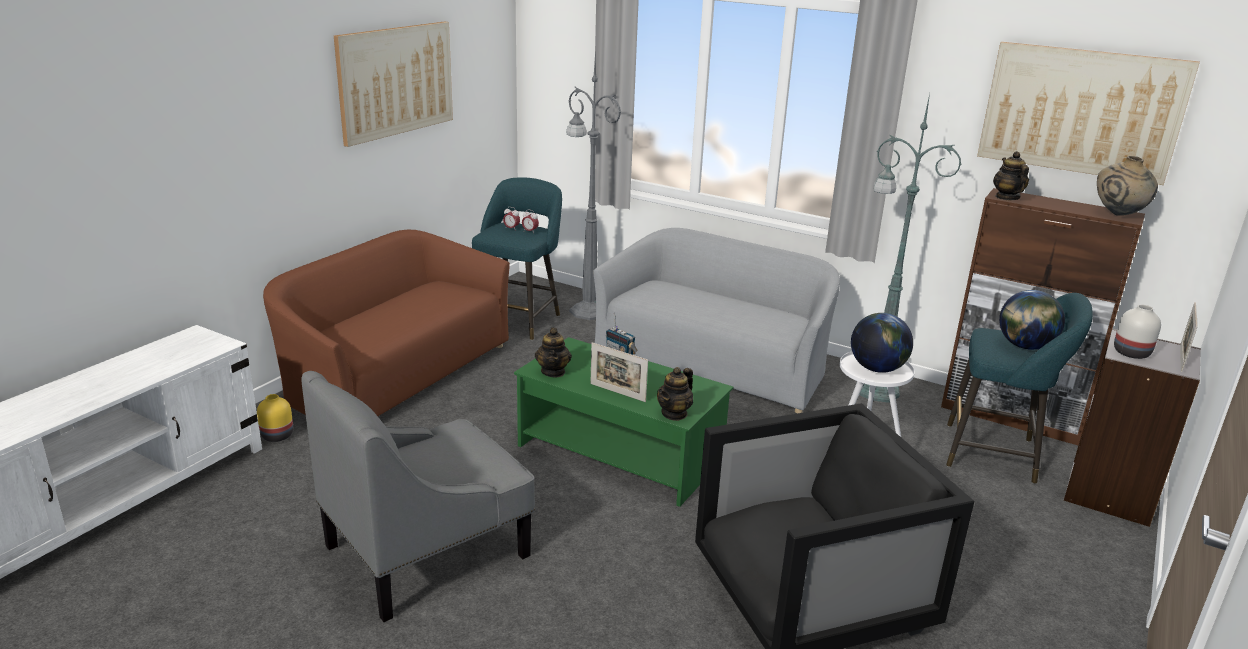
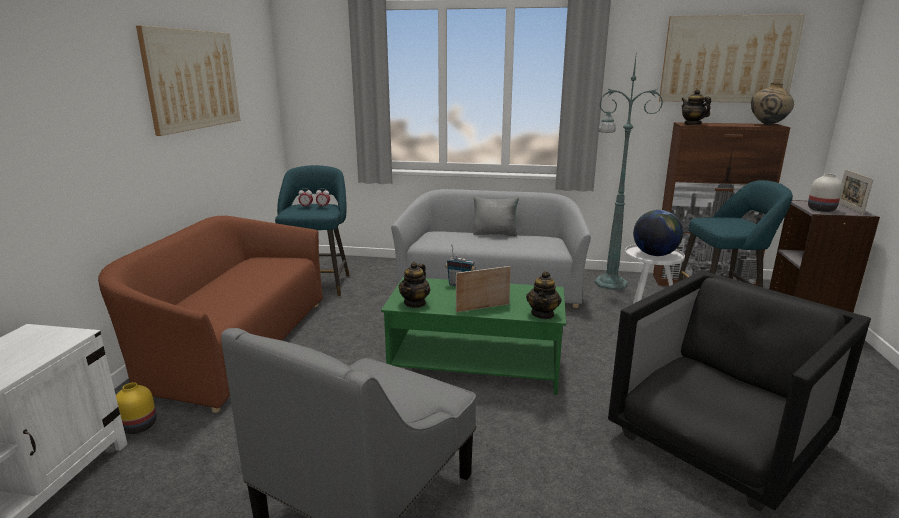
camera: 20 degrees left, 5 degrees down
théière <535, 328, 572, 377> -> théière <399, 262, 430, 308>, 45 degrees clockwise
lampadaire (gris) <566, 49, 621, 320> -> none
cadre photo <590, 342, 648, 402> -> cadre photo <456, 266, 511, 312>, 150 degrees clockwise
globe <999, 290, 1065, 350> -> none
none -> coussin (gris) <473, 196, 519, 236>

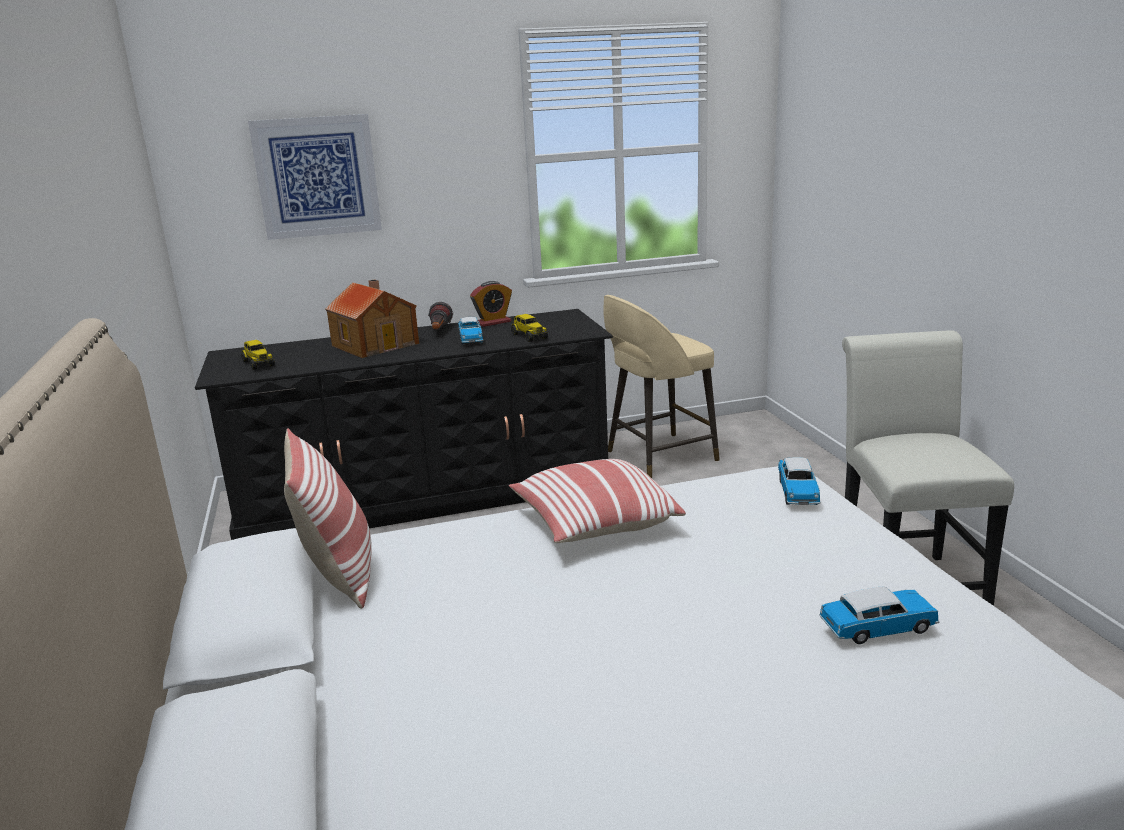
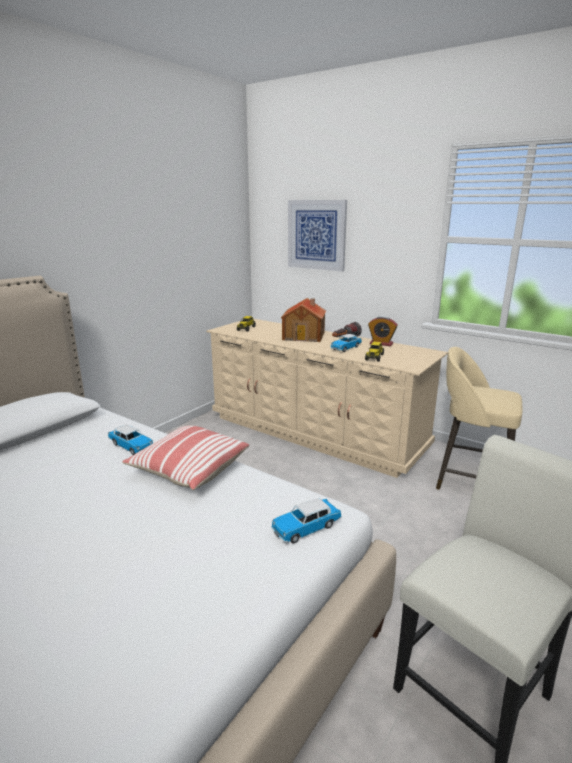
camera: 50 degrees right, 0 degrees up
commode (noir) <195, 309, 613, 540> -> commode (beige) <206, 319, 448, 478>
coussin <284, 428, 372, 609> -> none
petite voiture <819, 586, 939, 644> -> petite voiture <108, 425, 153, 455>, shifted

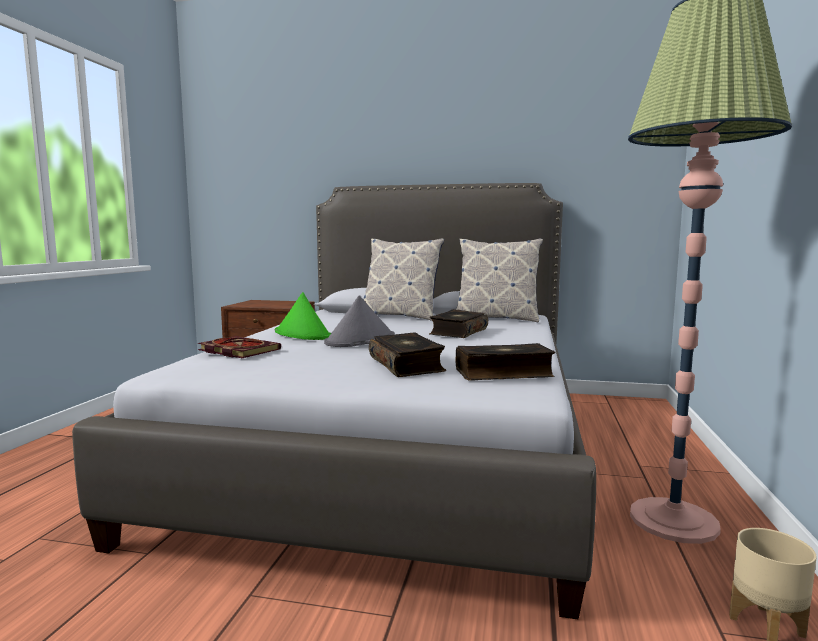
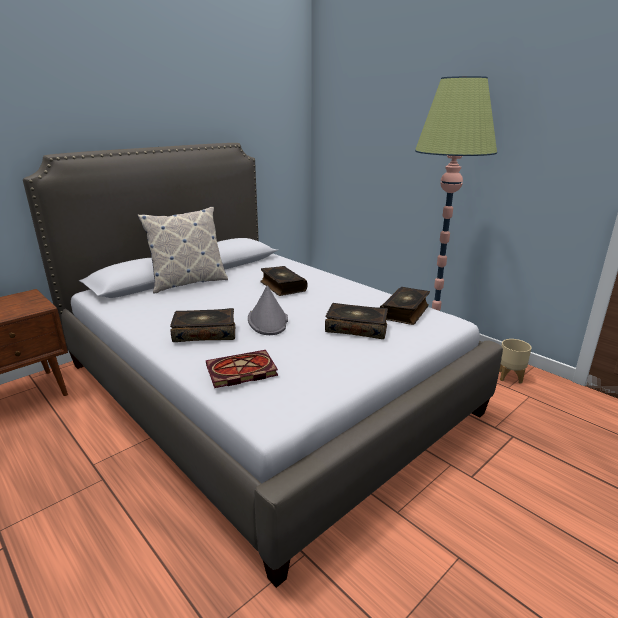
camera: 55 degrees left, 15 degrees up
chapeau (vert) <275, 292, 331, 340> -> livre <170, 308, 235, 342>
coussin <456, 239, 543, 323> -> none

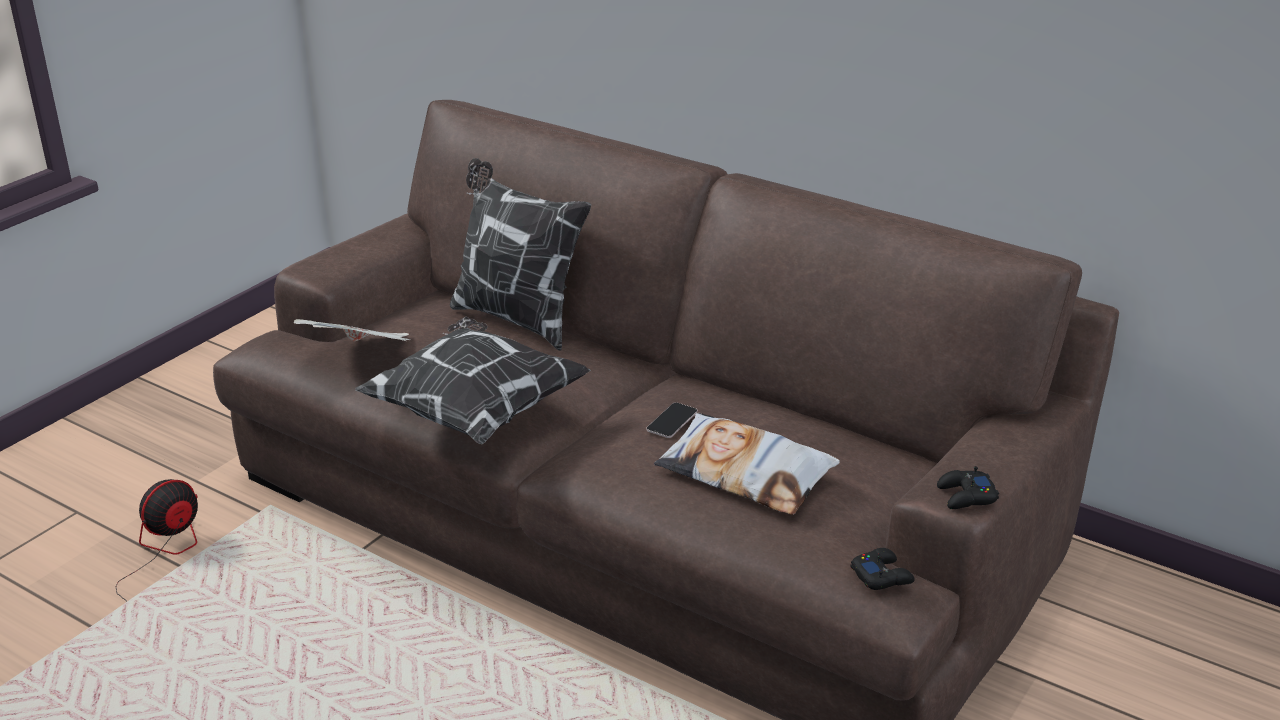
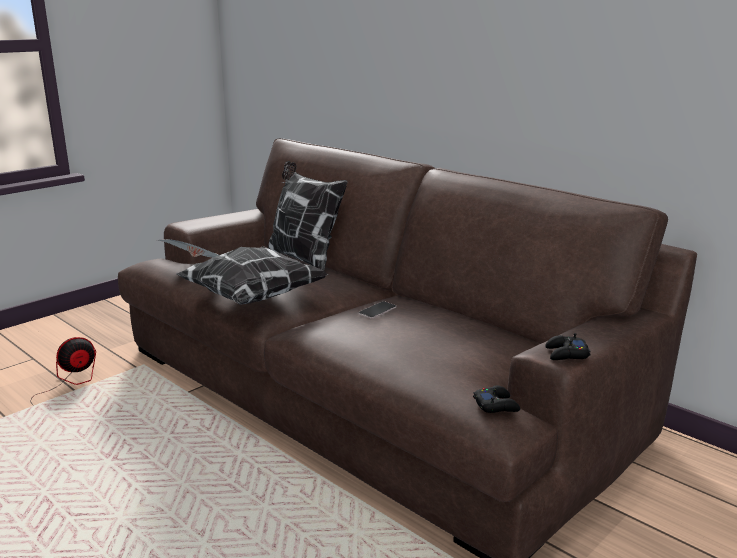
camera: 10 degrees right, 10 degrees down
coussin <654, 413, 840, 515> -> none

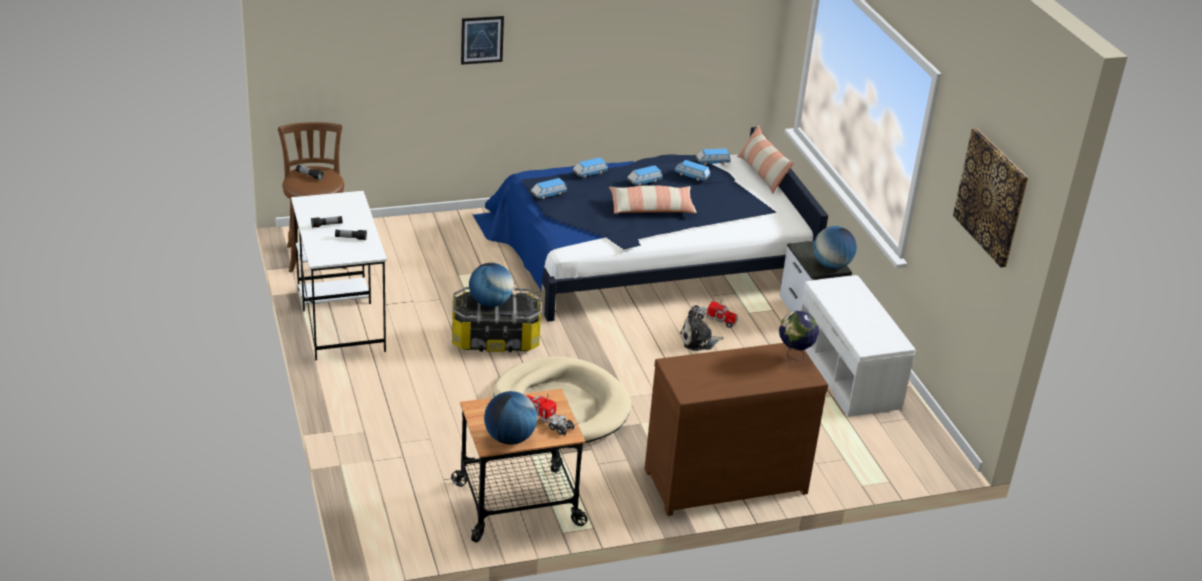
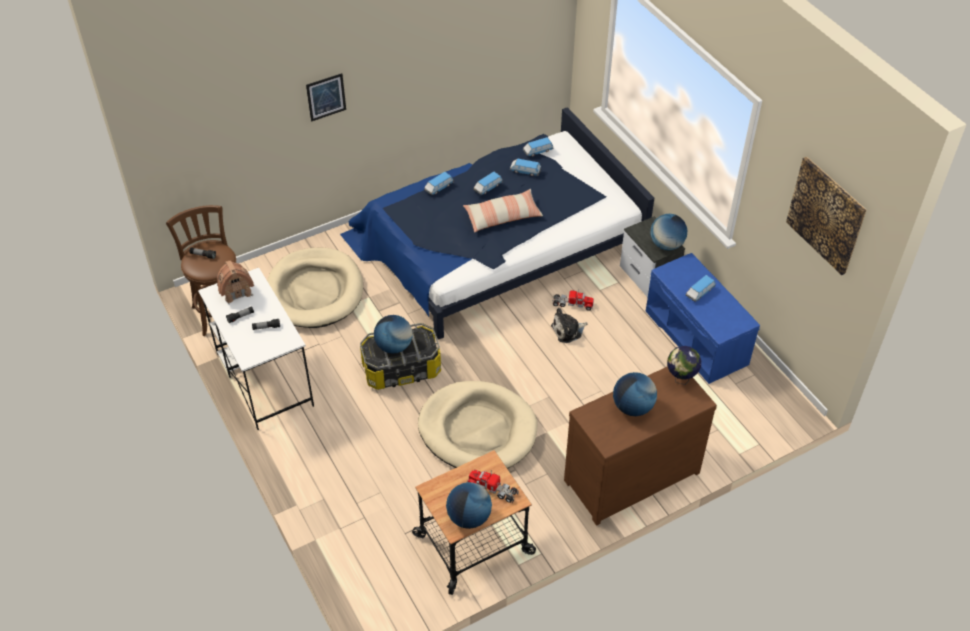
camera: 10 degrees left, 15 degrees up
petite voiture <531, 178, 567, 200> -> petite voiture <686, 275, 716, 302>, shifted
coussin <737, 125, 794, 194> -> none
banc (blanc) <800, 275, 916, 417> -> banc (bleu) <646, 253, 760, 384>
none -> maison miniature <217, 261, 254, 304>
none -> panier pour chien (beige) <267, 248, 363, 328>
none -> globe <613, 372, 657, 416>

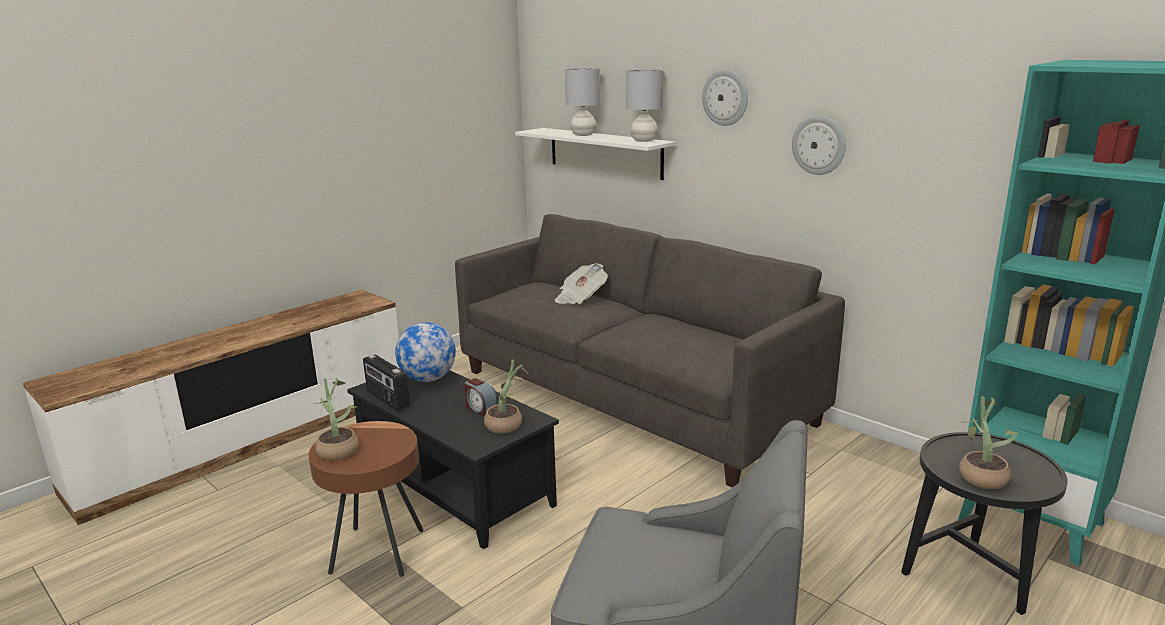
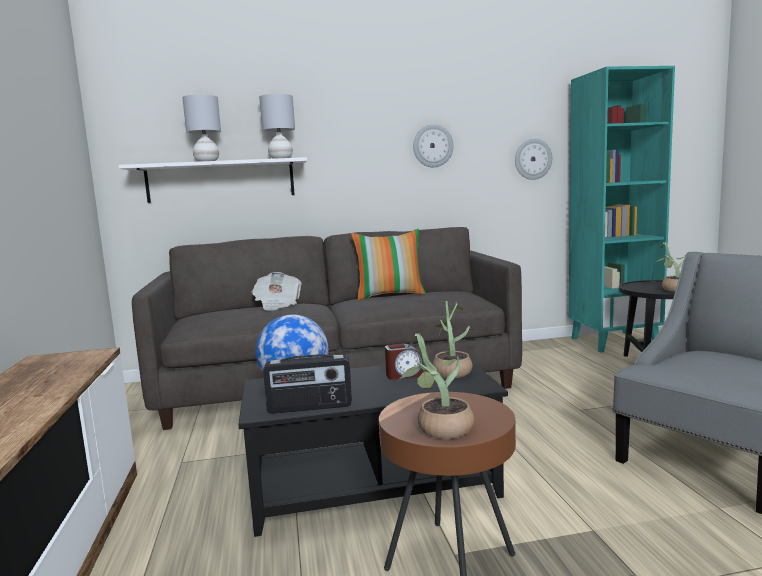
camera: 55 degrees left, 10 degrees down
horloge murale <702, 70, 748, 126> -> horloge murale <515, 139, 552, 180>, shifted
none -> coussin <351, 229, 426, 300>

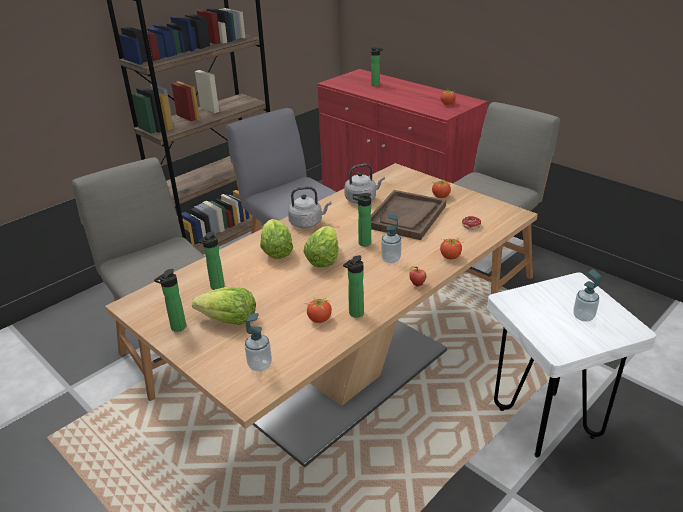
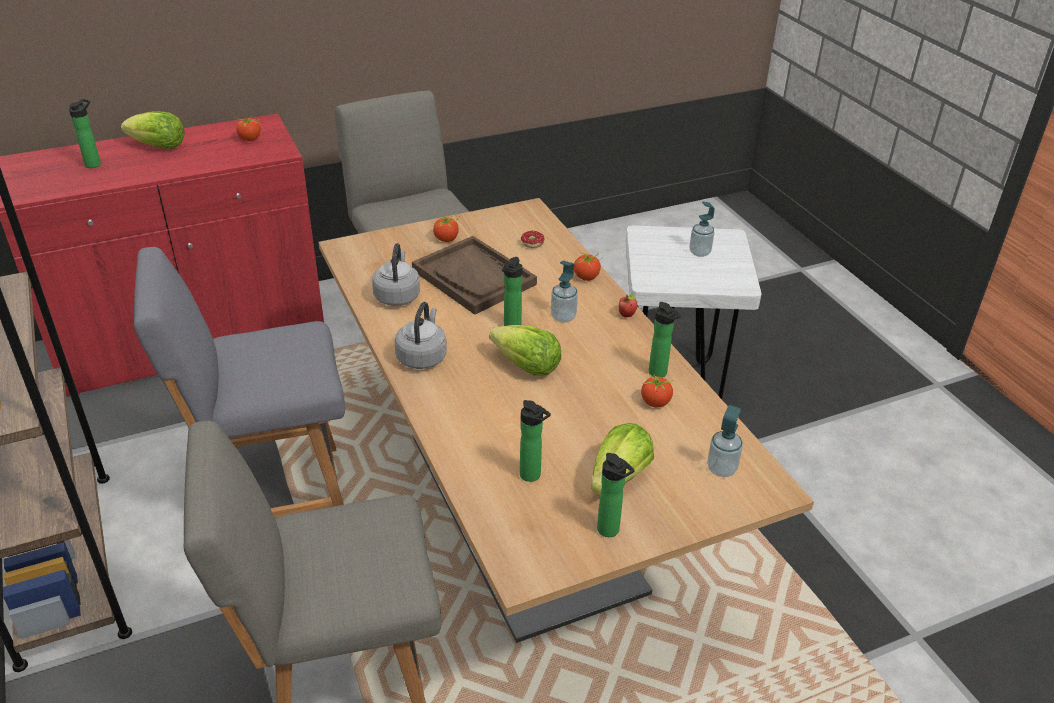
camera: 70 degrees left, 5 degrees up
laitue <260, 219, 293, 259> -> laitue <121, 111, 185, 149>, shifted

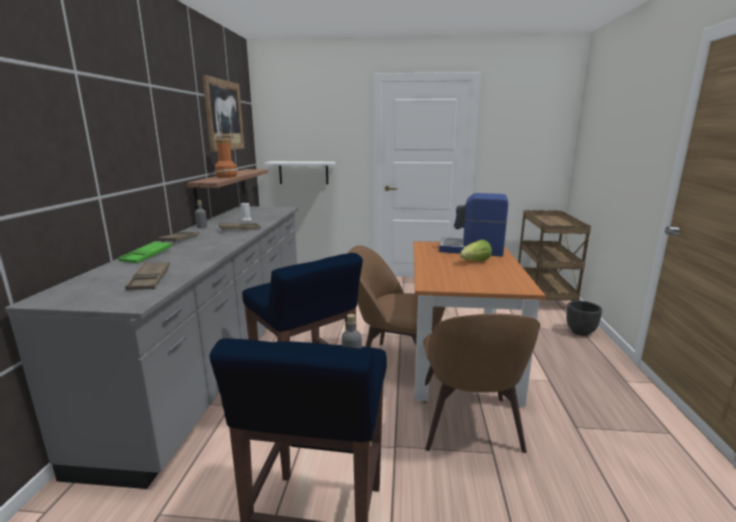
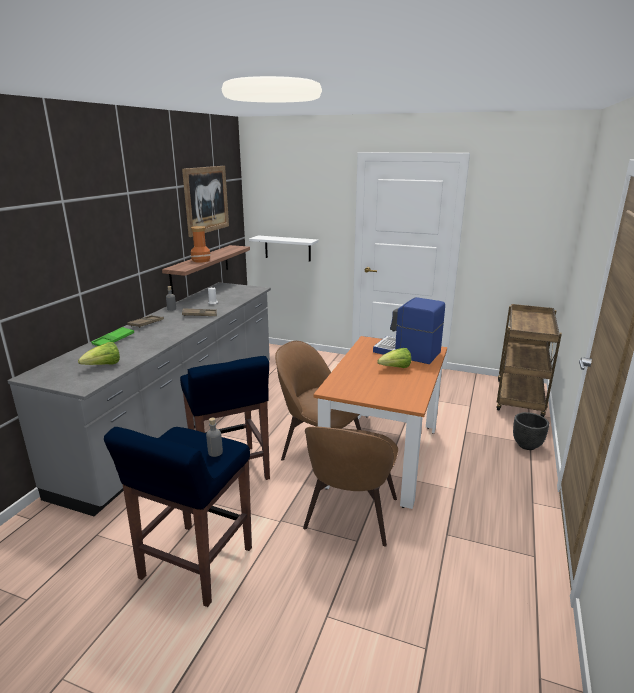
camera: 15 degrees right, 5 degrees up
plateau (marron) <125, 262, 170, 290> -> laitue <78, 342, 120, 365>

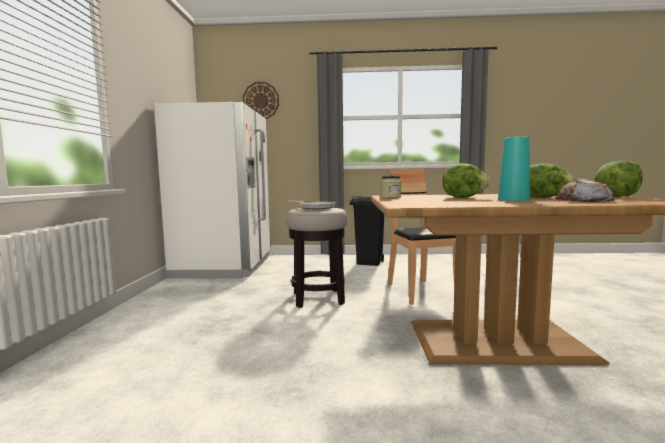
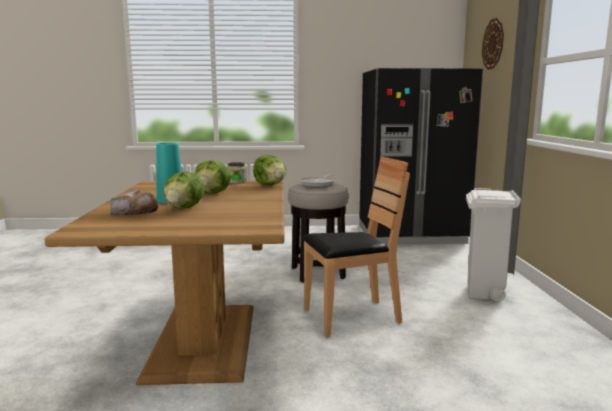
camera: 85 degrees right, 5 degrees up
réfrigérateur (blanc) <154, 102, 271, 278> -> réfrigérateur (noir) <359, 68, 483, 245>
poubelle (noir) <350, 195, 384, 266> -> poubelle (blanc) <466, 188, 521, 301>
laitue <594, 160, 643, 197> -> laitue <253, 155, 286, 185>, shifted

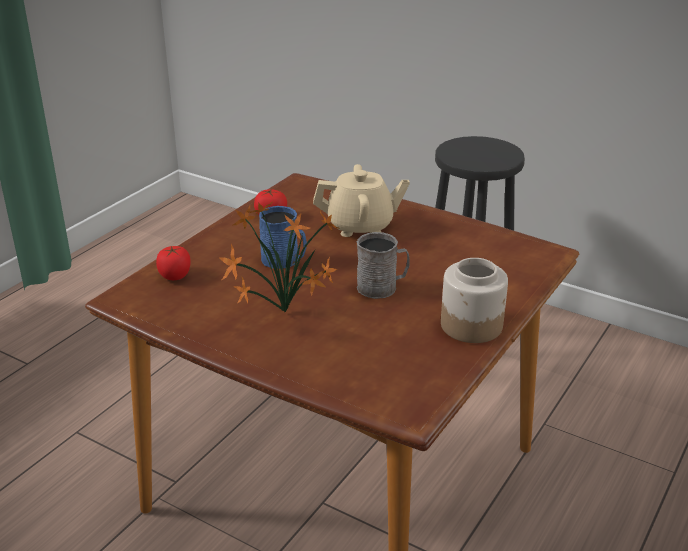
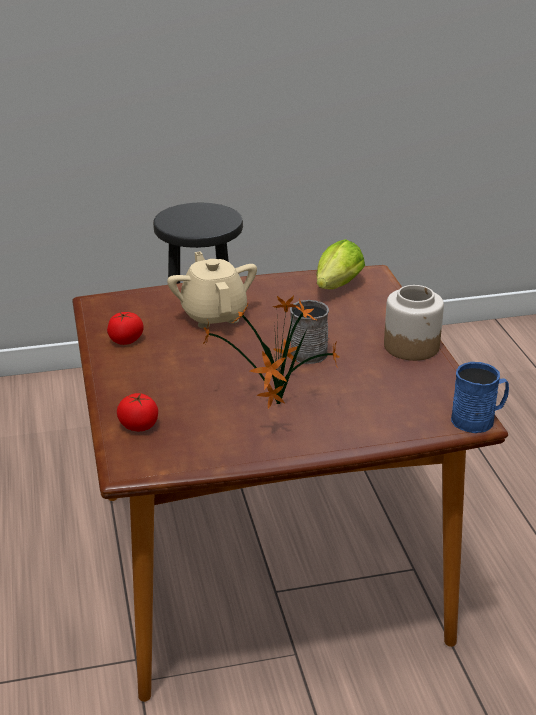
camera: 45 degrees left, 0 degrees up
mug (bleu) <259, 206, 307, 269> -> mug (bleu) <451, 362, 509, 433>, shifted
théière (beige) <313, 164, 410, 237> -> théière (beige) <167, 251, 257, 328>, 60 degrees counterclockwise
none -> laitue <317, 239, 365, 289>

